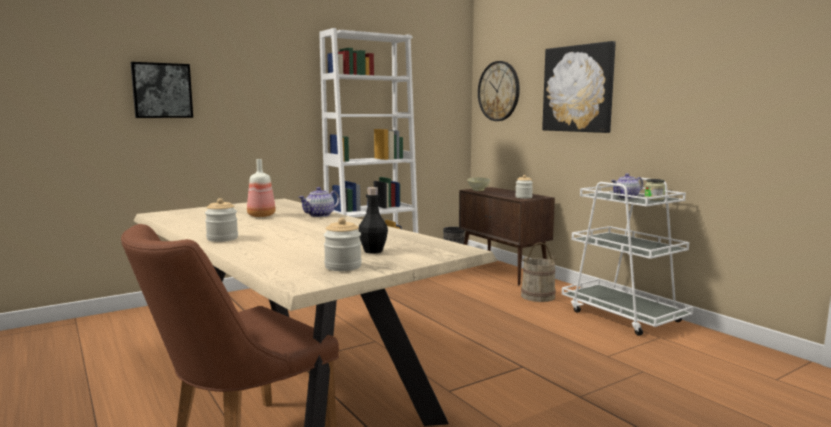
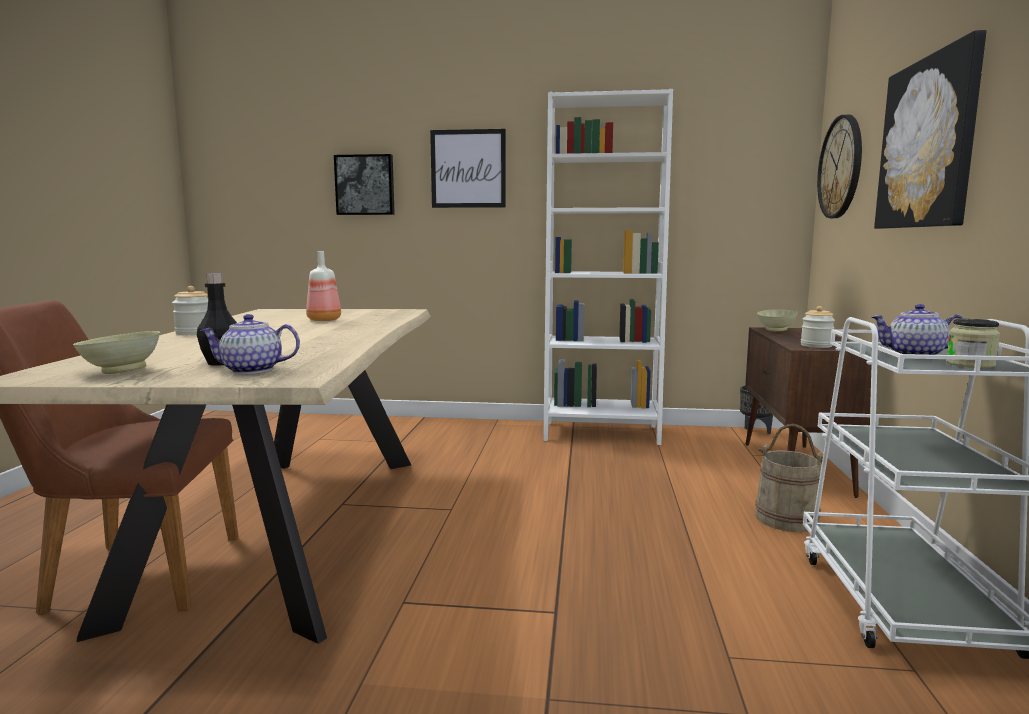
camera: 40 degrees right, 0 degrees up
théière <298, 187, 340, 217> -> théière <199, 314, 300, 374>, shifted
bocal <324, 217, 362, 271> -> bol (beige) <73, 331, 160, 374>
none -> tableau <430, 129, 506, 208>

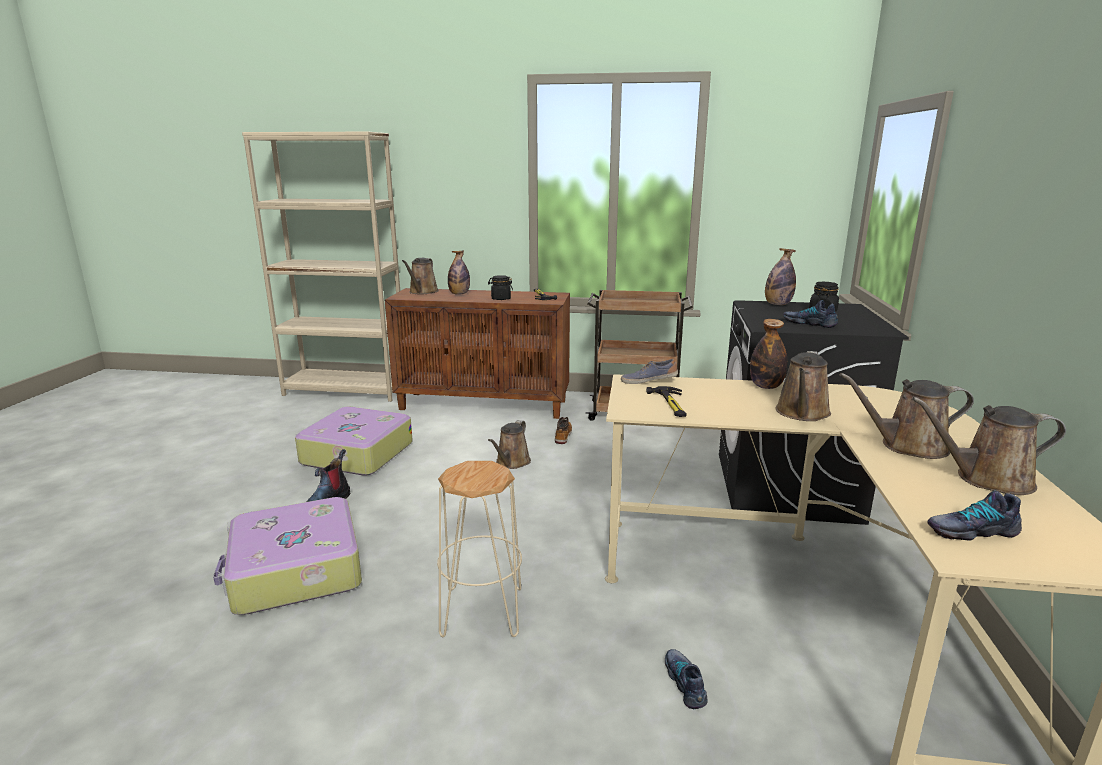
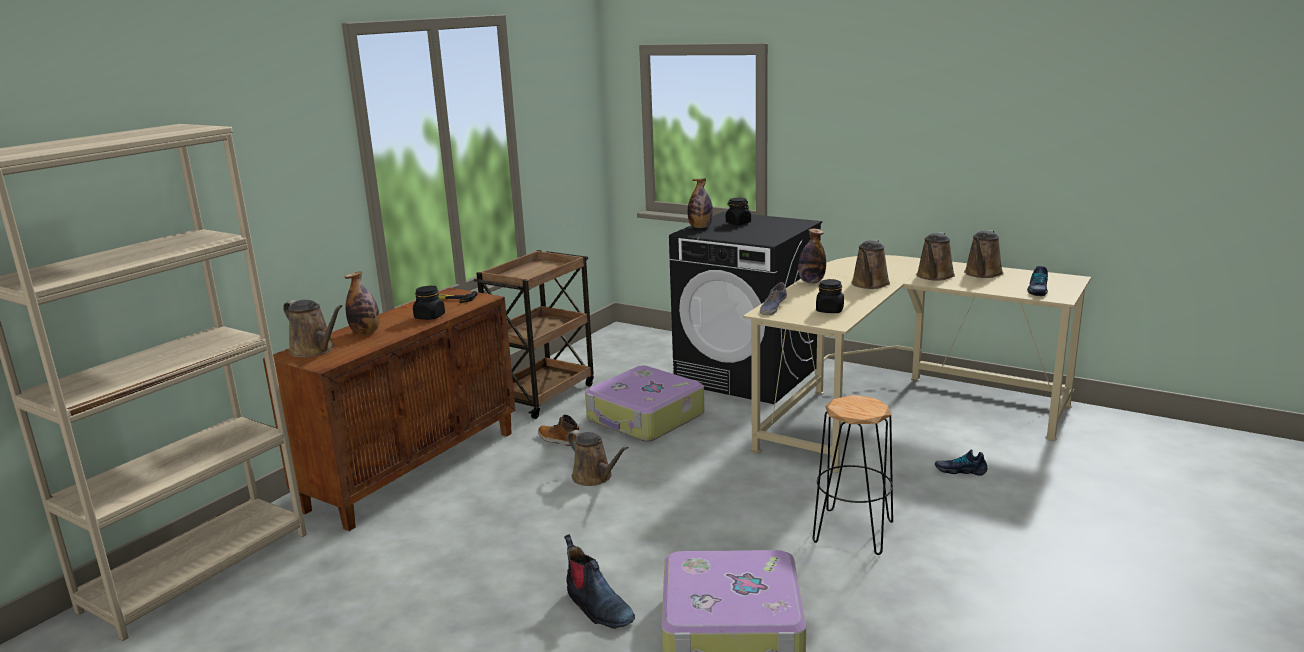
camera: 65 degrees left, 0 degrees up
valise <295, 407, 413, 476> -> valise <585, 366, 704, 442>, shifted
tabouret (beige) <437, 461, 522, 637> -> tabouret (noir) <813, 395, 893, 555>
marteau <646, 386, 687, 417> -> bocal (noir) <816, 279, 844, 313>
arrosoir (marron) <775, 351, 831, 421> -> arrosoir (marron) <851, 240, 890, 289>, 60 degrees clockwise
chaussure <783, 300, 838, 328> -> none

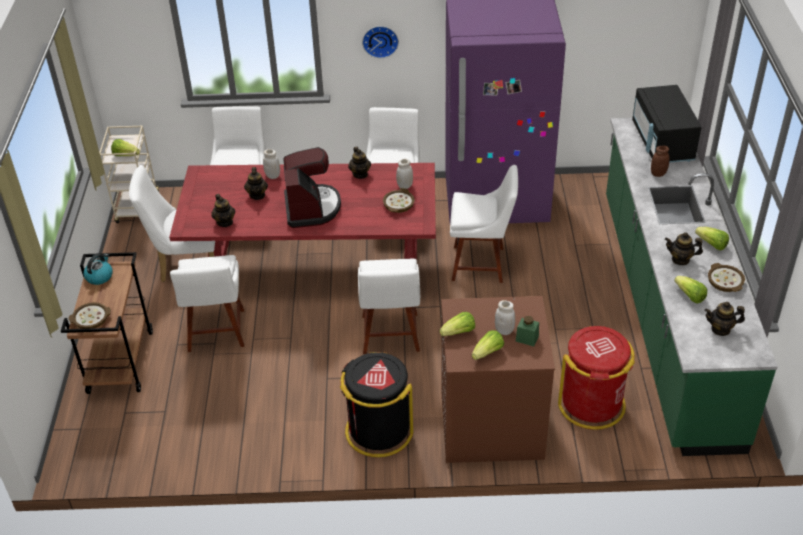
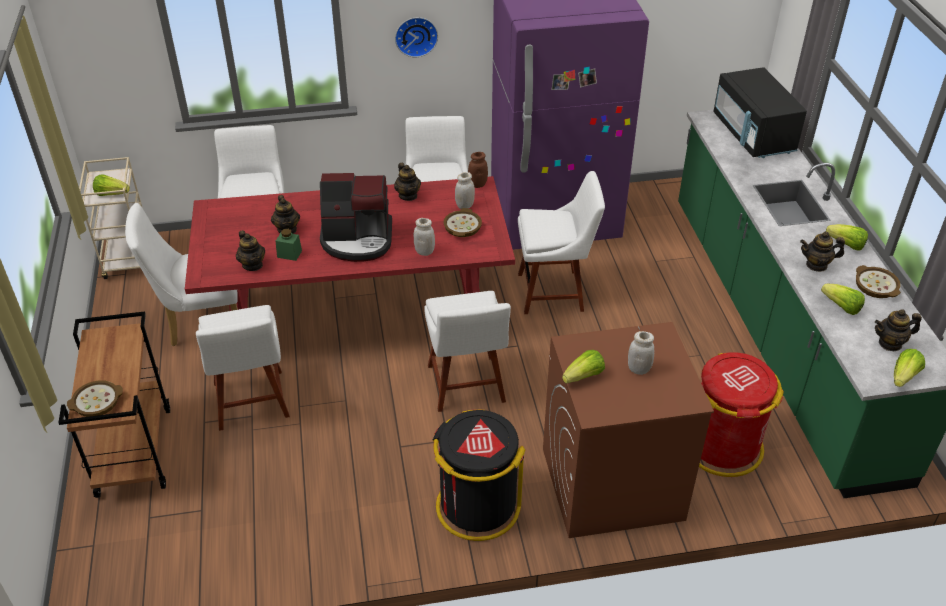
camera: 10 degrees left, 0 degrees up
bouilloire <83, 254, 113, 285> -> none
bocal (blanc) <263, 149, 280, 179> -> bocal (blanc) <414, 218, 435, 256>, shifted
machine à café <283, 147, 341, 228> -> machine à café <320, 173, 392, 262>, 105 degrees clockwise
laitue <472, 330, 504, 360> -> laitue <894, 349, 925, 387>, shifted
bocal (vert) <516, 316, 539, 346> -> bocal (vert) <275, 229, 302, 261>, shifted
bocal (marron) <651, 146, 669, 177> -> bocal (marron) <468, 152, 488, 188>, shifted

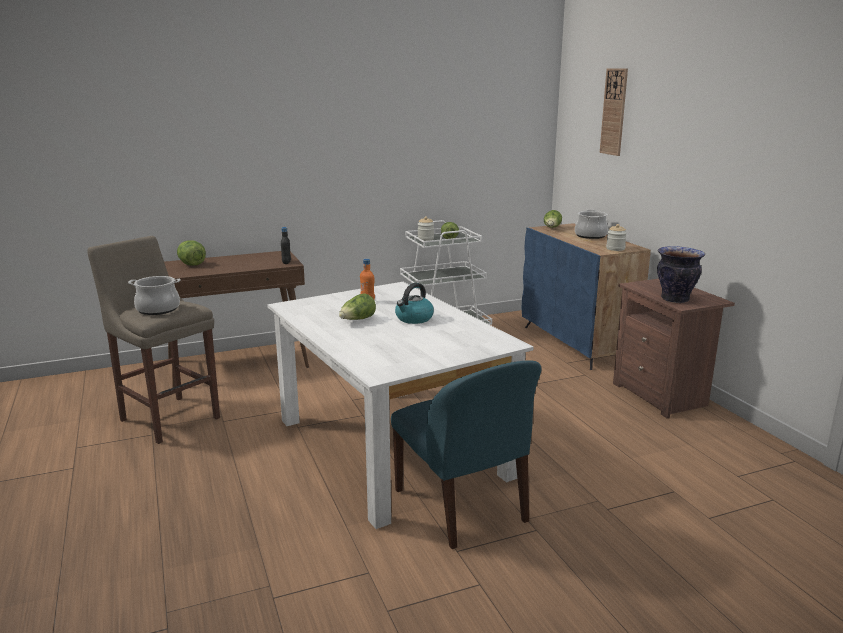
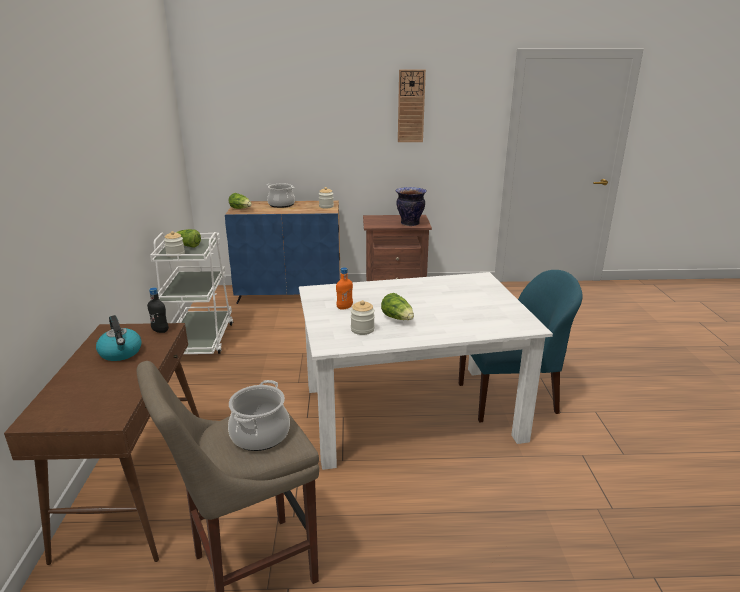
camera: 70 degrees left, 5 degrees up
laitue <177, 240, 206, 265> -> none
bouilloire <395, 283, 434, 324> -> bouilloire <96, 315, 142, 361>, shifted
horloge murale <600, 68, 628, 156> -> horloge murale <398, 69, 426, 142>, shifted
none -> bocal <351, 300, 375, 335>

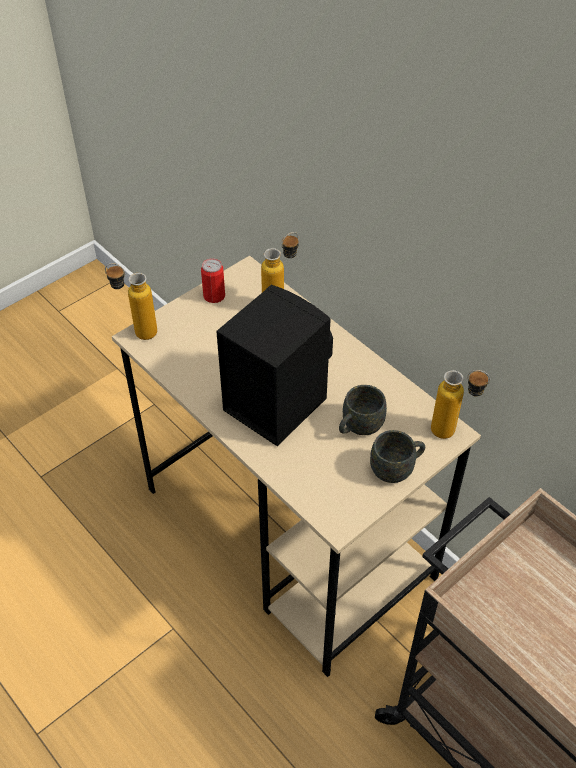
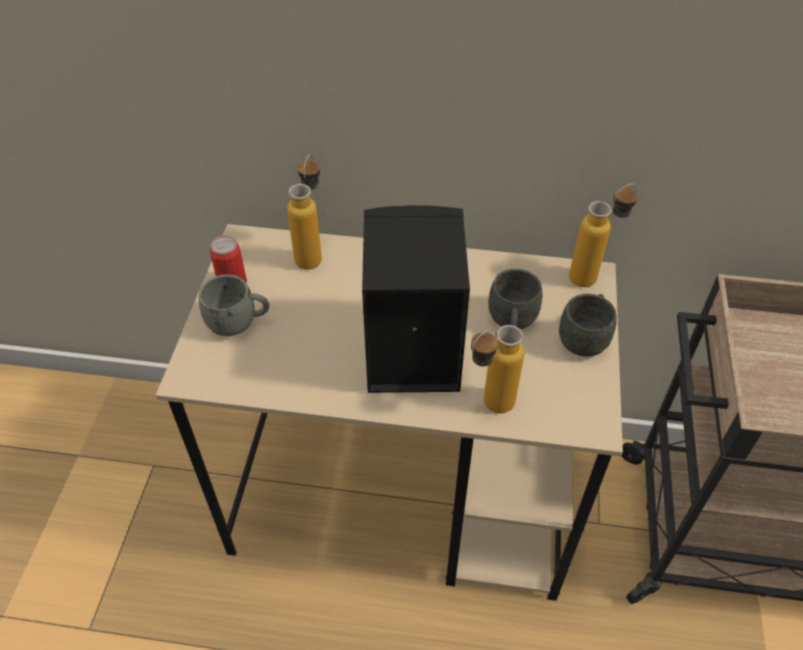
camera: 40 degrees left, 0 degrees up
bouteille <105, 263, 157, 340> -> bouteille <471, 325, 524, 413>, shifted
none -> mug (gris) <199, 275, 269, 336>

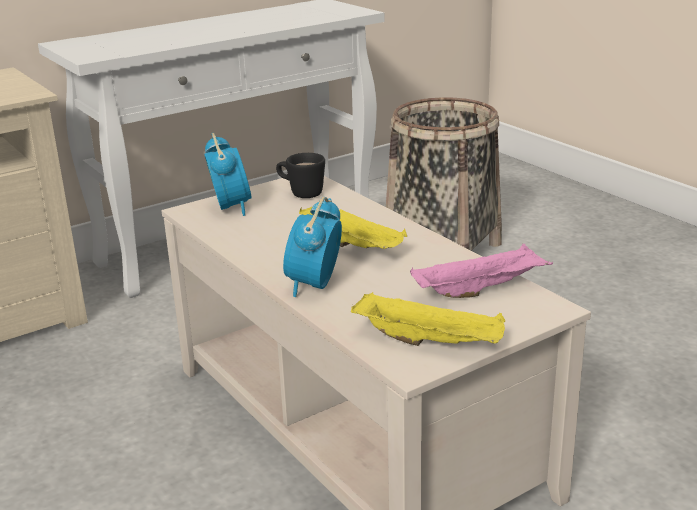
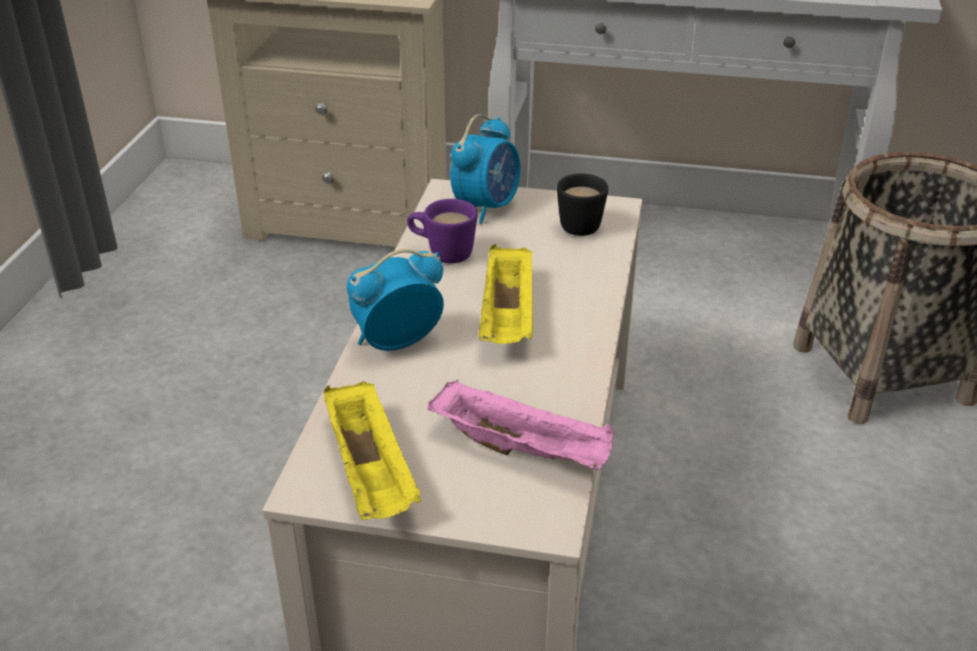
camera: 45 degrees right, 10 degrees up
none -> mug (violet) <407, 199, 478, 263>

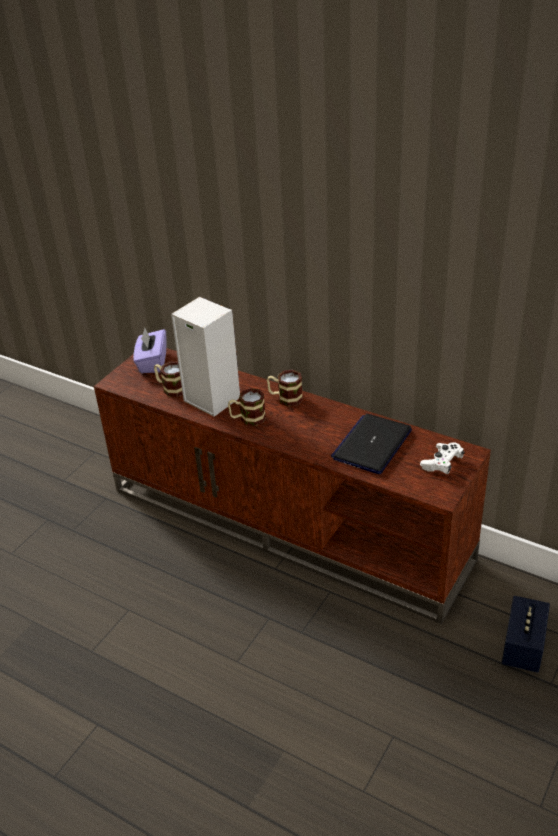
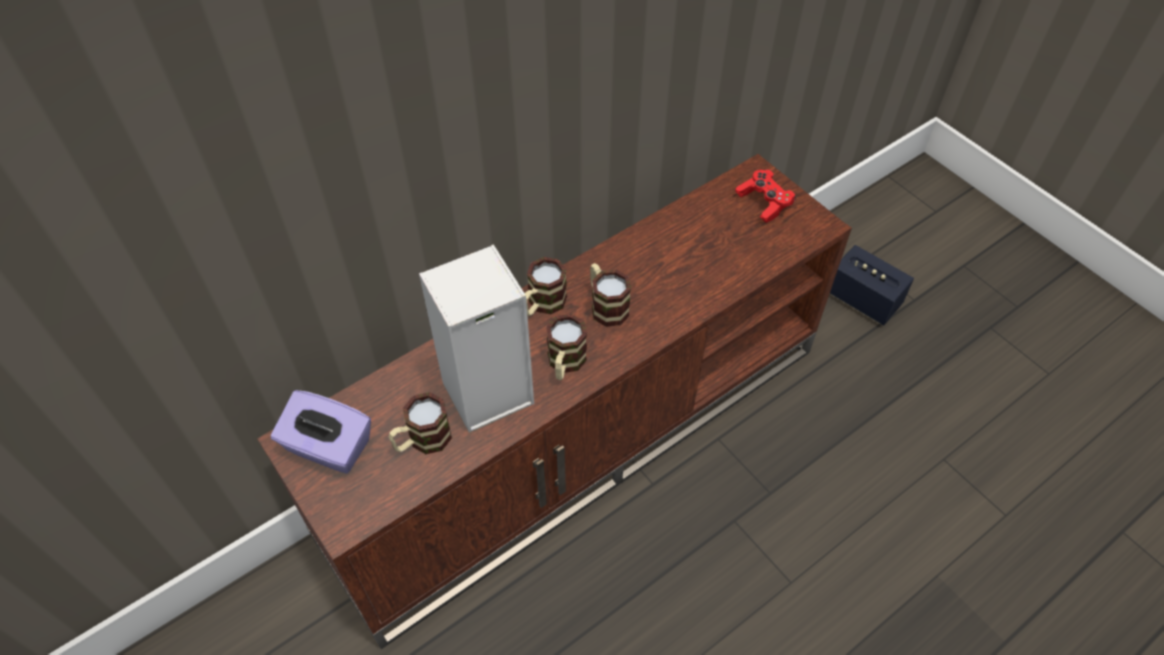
camera: 70 degrees left, 15 degrees up
ordinateur portable <331, 414, 412, 474> -> none
manette (blanc) <420, 442, 465, 475> -> manette (rouge) <735, 170, 796, 223>
none -> mug <590, 263, 631, 327>

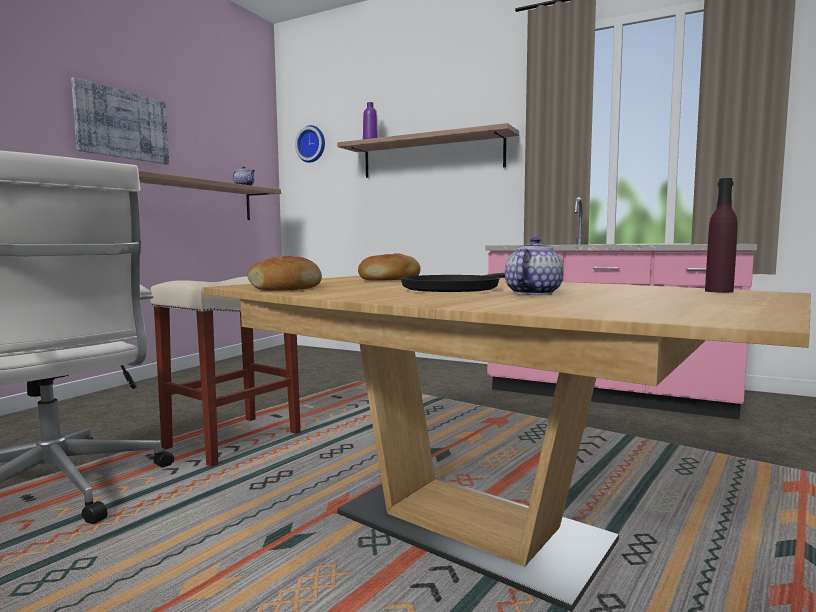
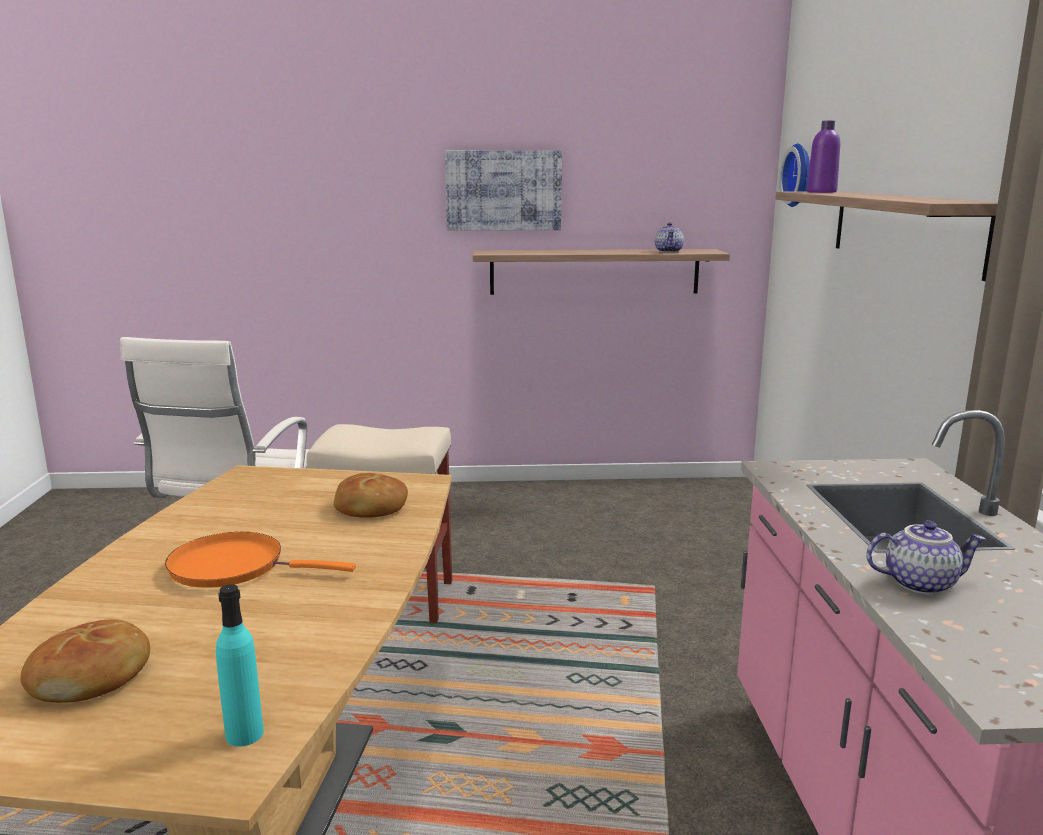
camera: 60 degrees right, 10 degrees up
pain <247, 256, 322, 291> -> pain <20, 620, 150, 703>, shifted
poêle (noir) <401, 273, 505, 292> -> poêle (orange) <165, 532, 356, 588>
théière <505, 237, 564, 295> -> théière <866, 520, 986, 595>, shifted
bouteille (violet) <705, 178, 738, 293> -> bouteille (turquoise) <216, 584, 264, 747>

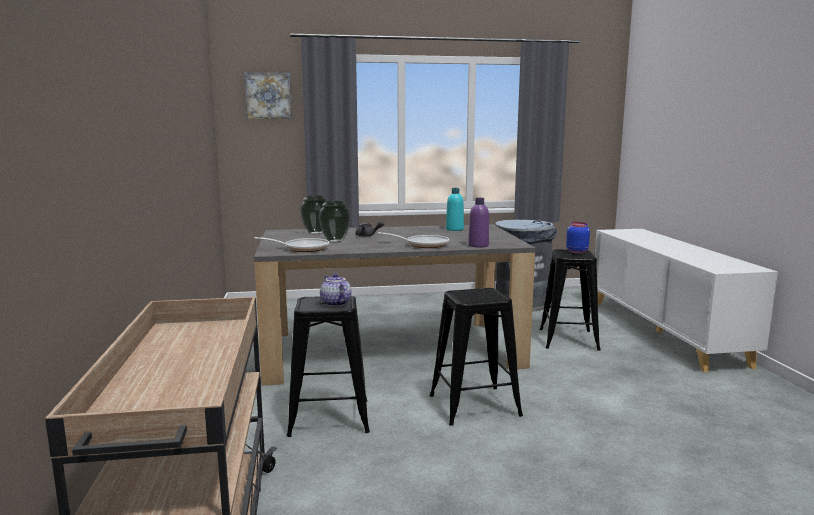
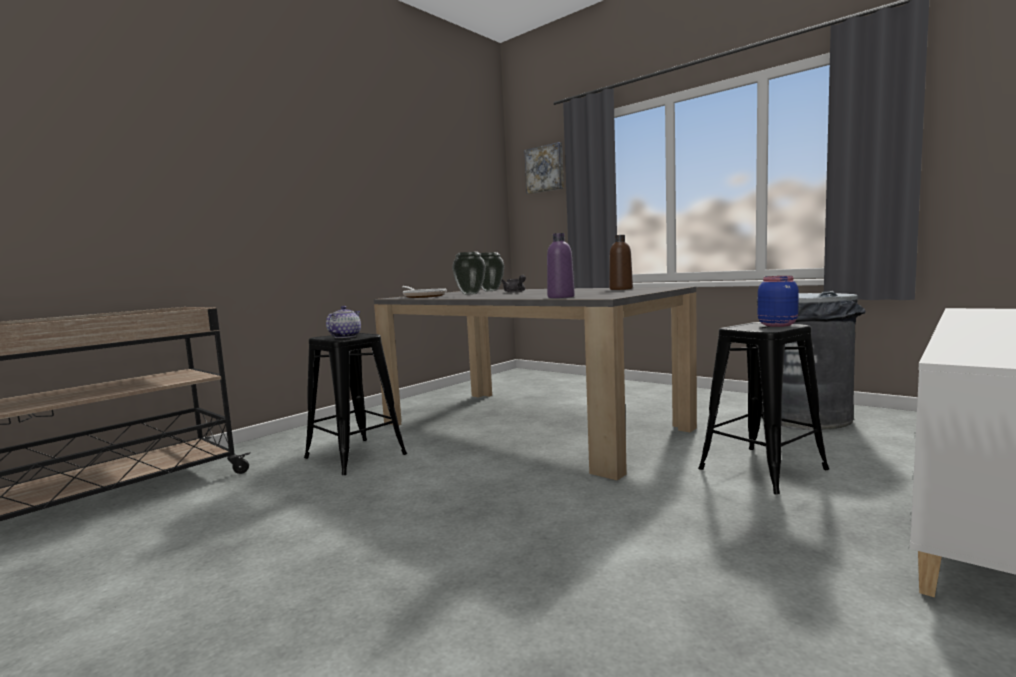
camera: 50 degrees right, 5 degrees down
poêle <378, 232, 449, 248> -> none
tabouret (noir) <430, 288, 523, 426> -> none
bouteille (turquoise) <446, 188, 464, 231> -> bouteille (marron) <609, 235, 633, 290>

